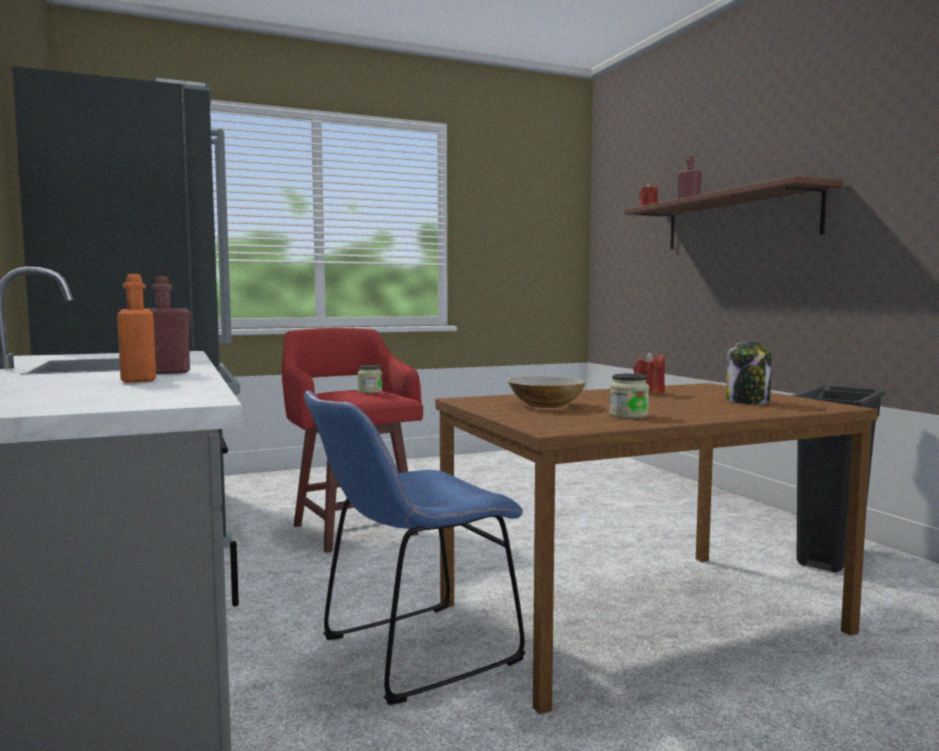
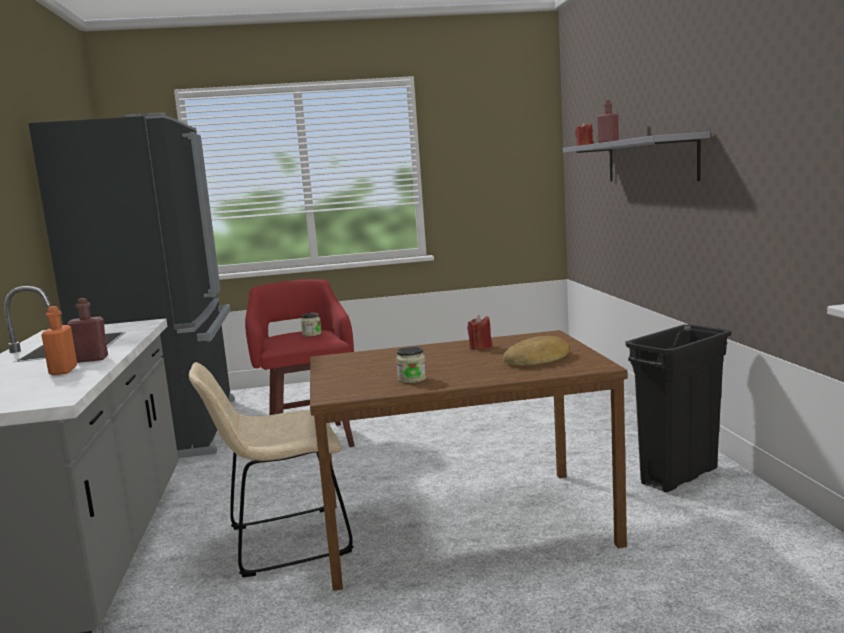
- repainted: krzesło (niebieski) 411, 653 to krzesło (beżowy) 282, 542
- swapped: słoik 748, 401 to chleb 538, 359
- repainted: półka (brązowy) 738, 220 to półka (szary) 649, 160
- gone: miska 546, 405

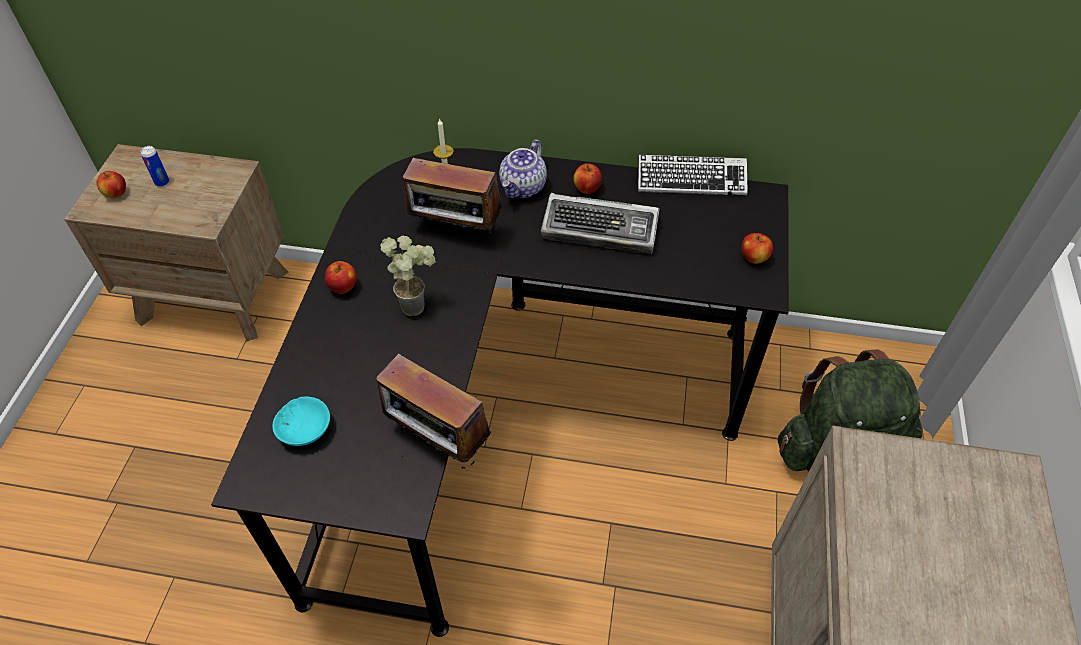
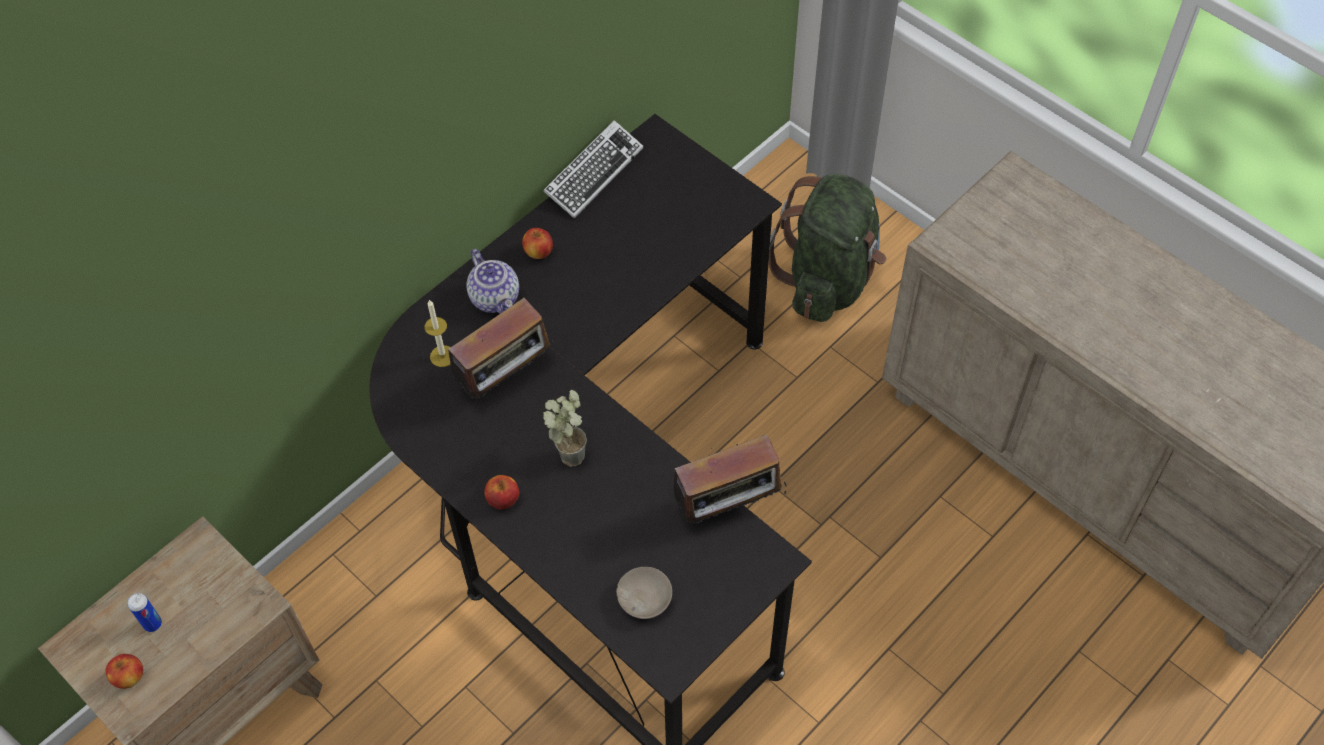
- repainted: miska (turkusowy) 305, 431 to miska (beżowy) 646, 599
- gone: klawiatura 601, 229
- gone: jabłko 754, 258

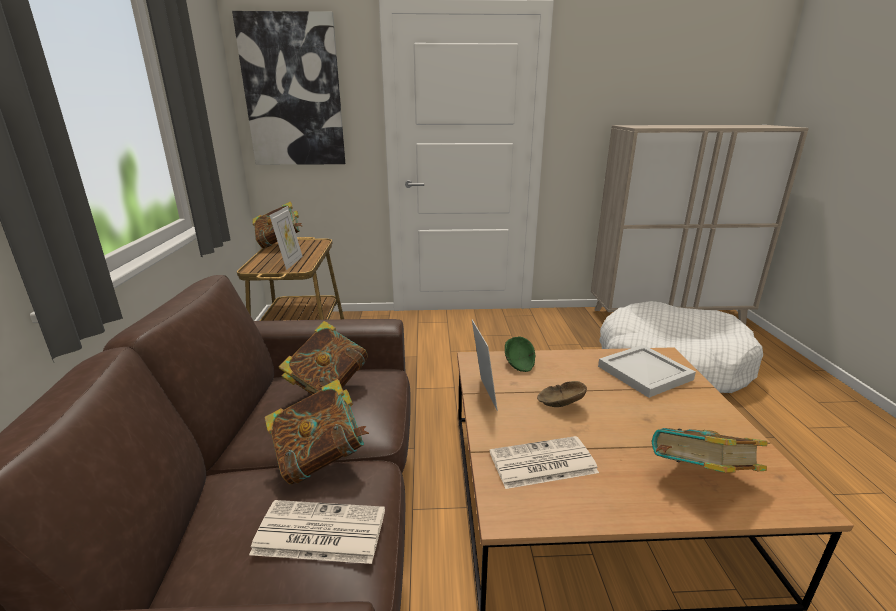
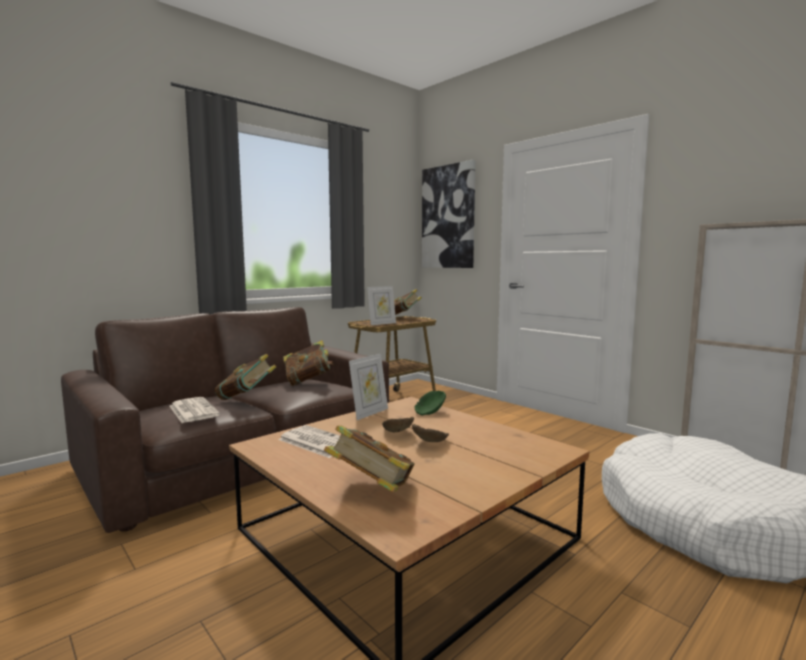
- new: miska (brązowy) 431, 442
- gone: taca (biały) 643, 372

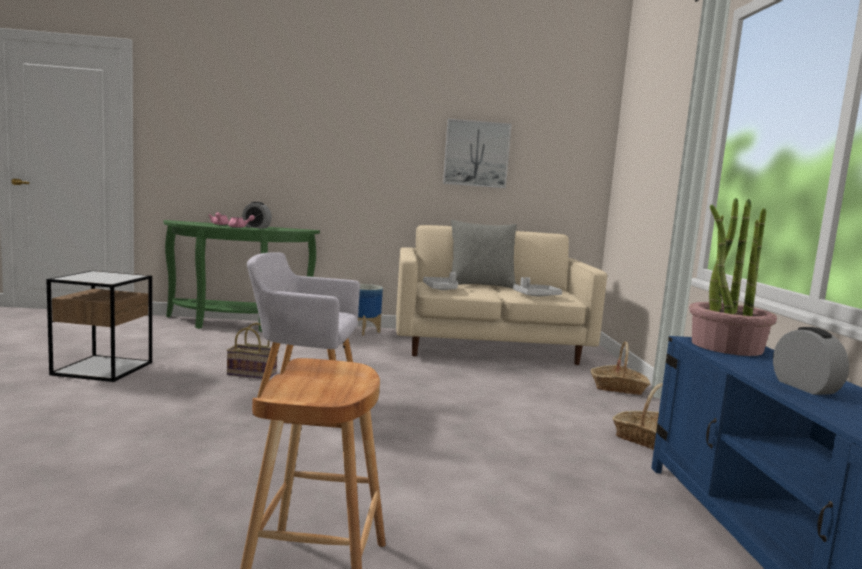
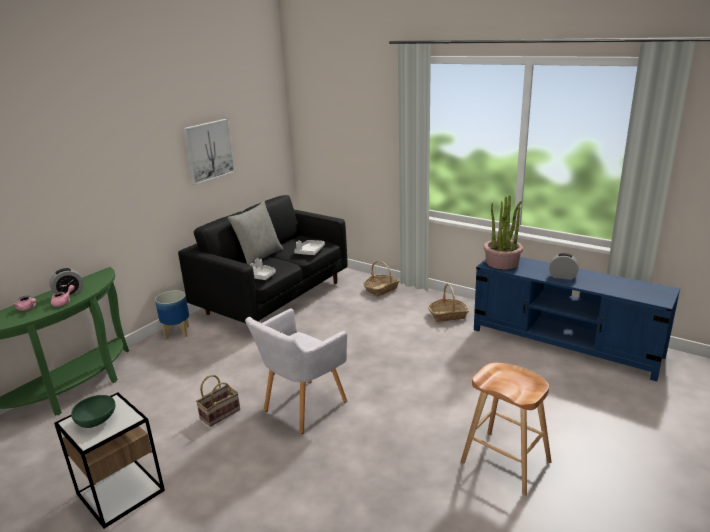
- new: miska (zielony) 97, 421
- repainted: kanapa (beżowy) 488, 348 to kanapa (czarny) 274, 298

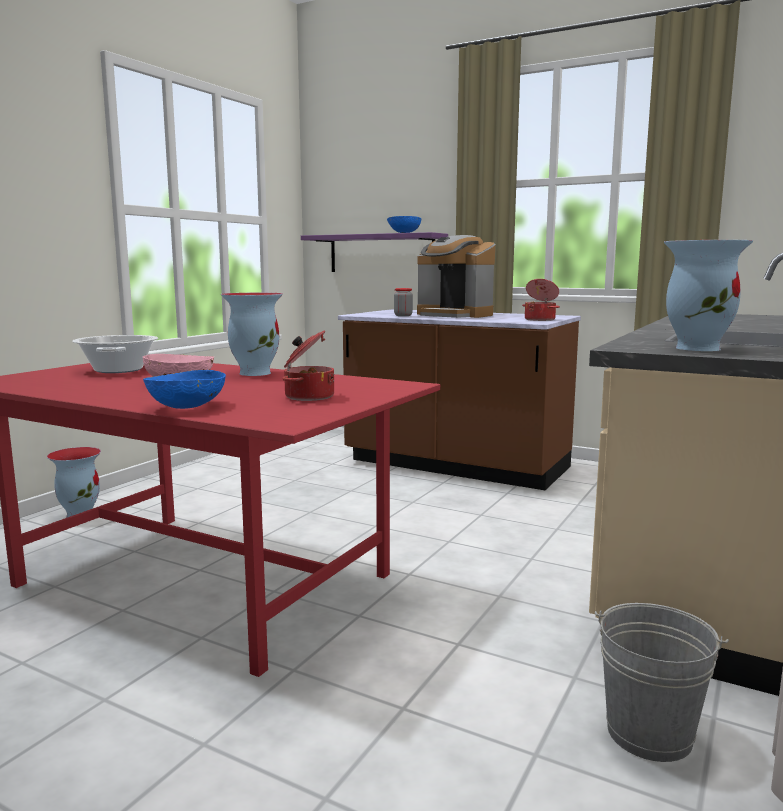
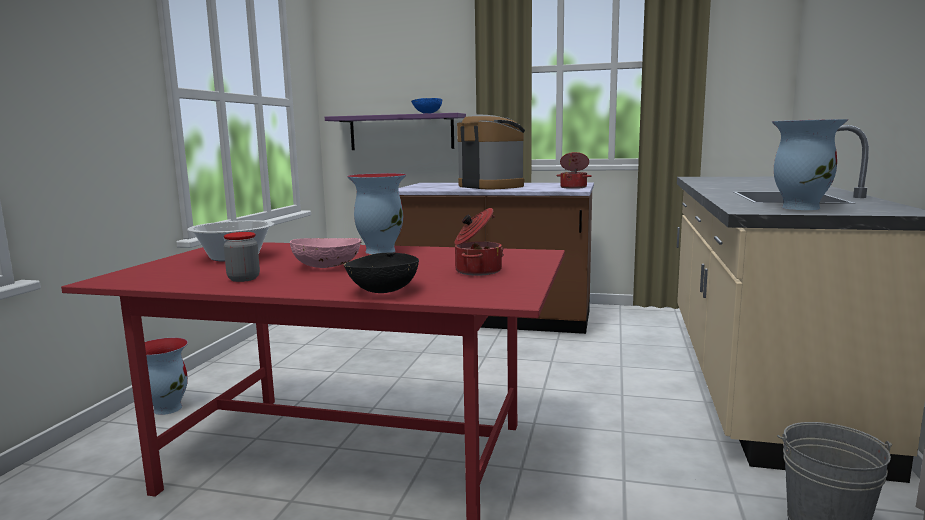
- shifted: słoik 403, 315 to 243, 279
- repainted: miska (niebieski) 187, 407 to miska (czarny) 383, 290
- rotated: ekspres do kawy 454, 315 = 491, 186 150 degrees counterclockwise

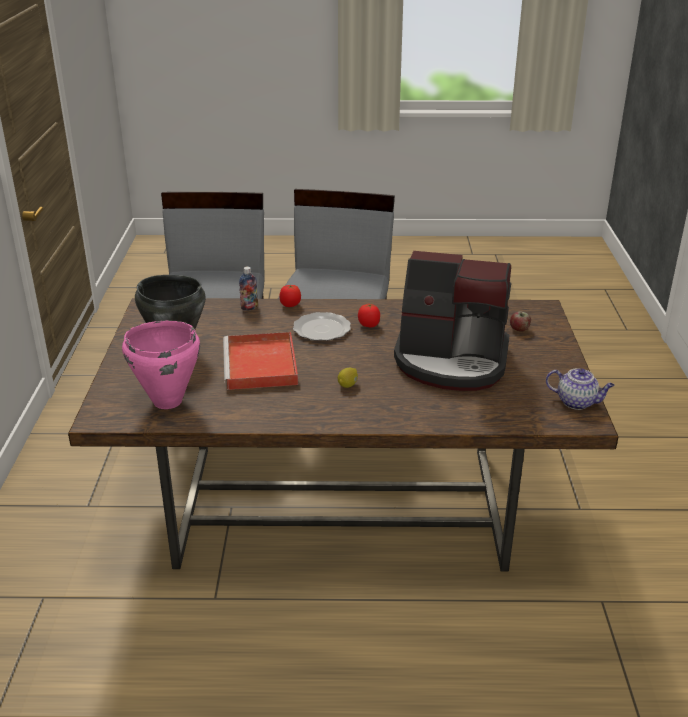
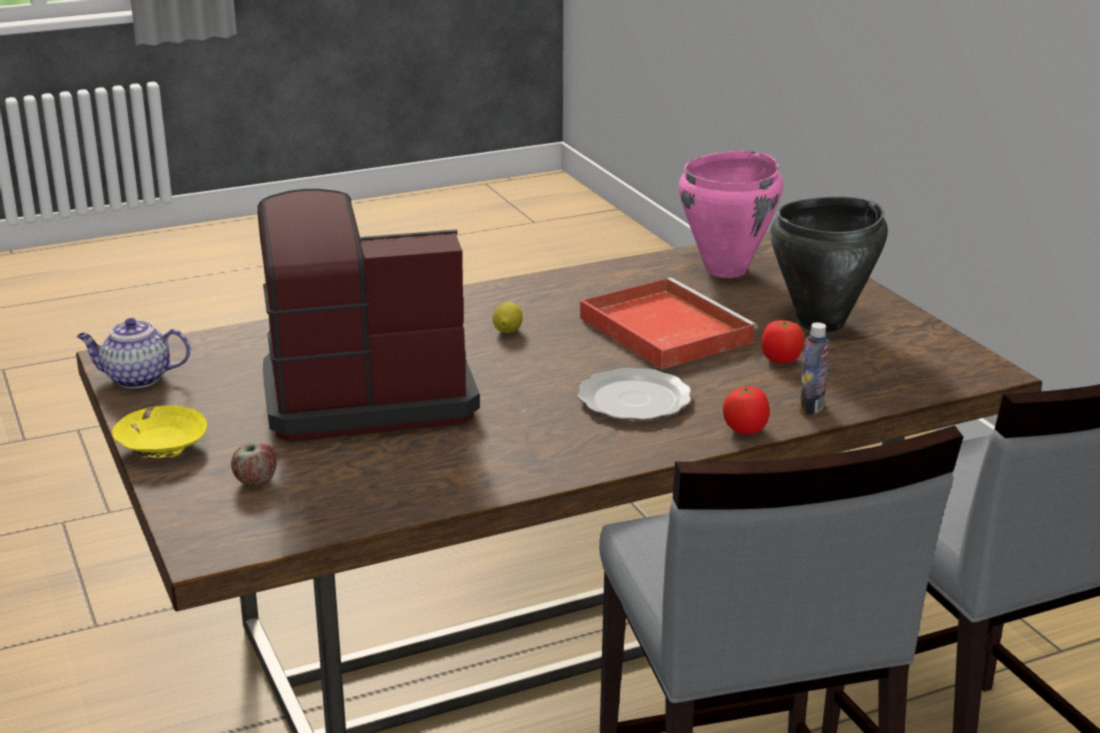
- new: miska (żółty) 161, 447
- shifted: pomidor 369, 325 to 781, 360

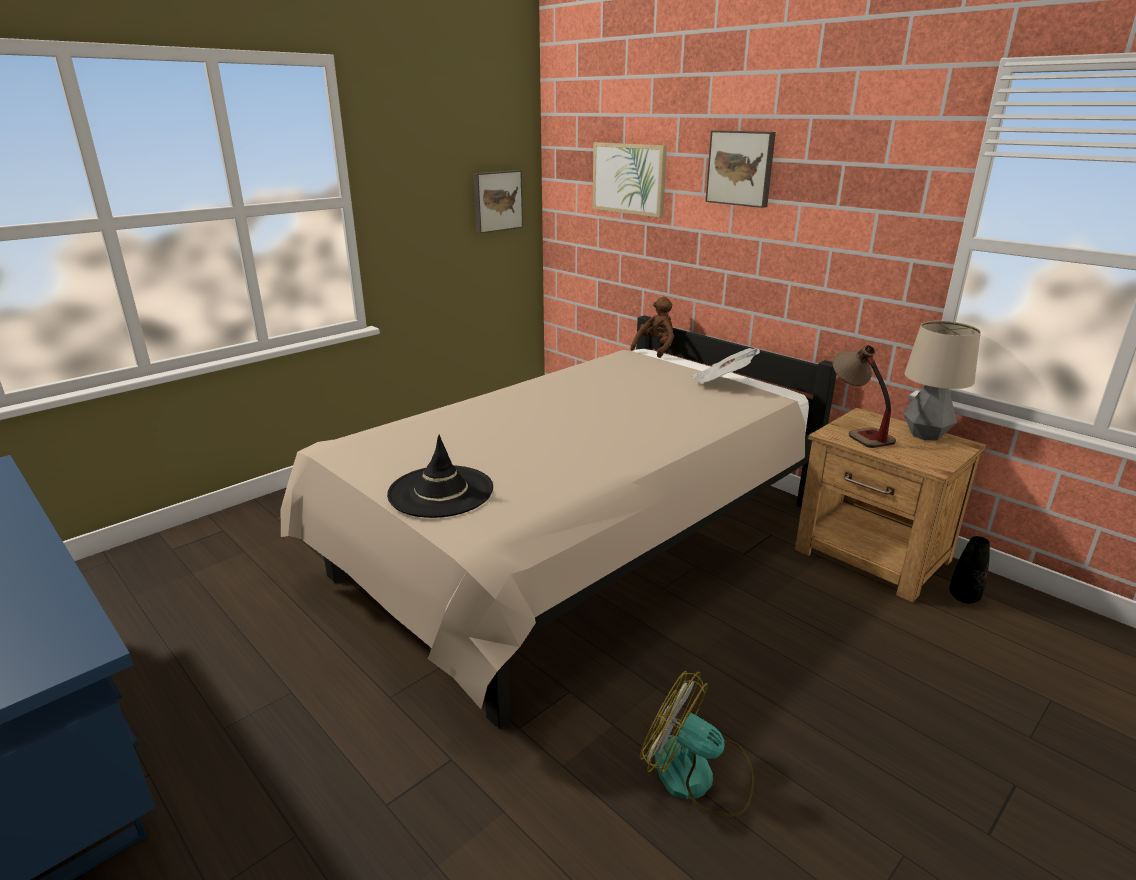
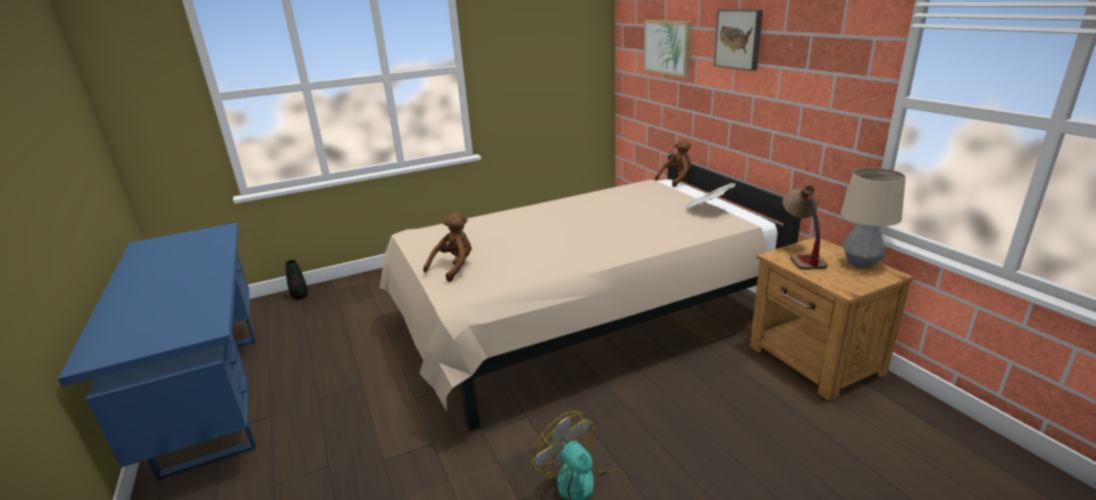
- shifted: wazon (czarny) 963, 597 to 300, 296
- swapped: kapelusz (czarny) 441, 492 to pluszak (brązowy) 454, 268
- gone: obraz 496, 201

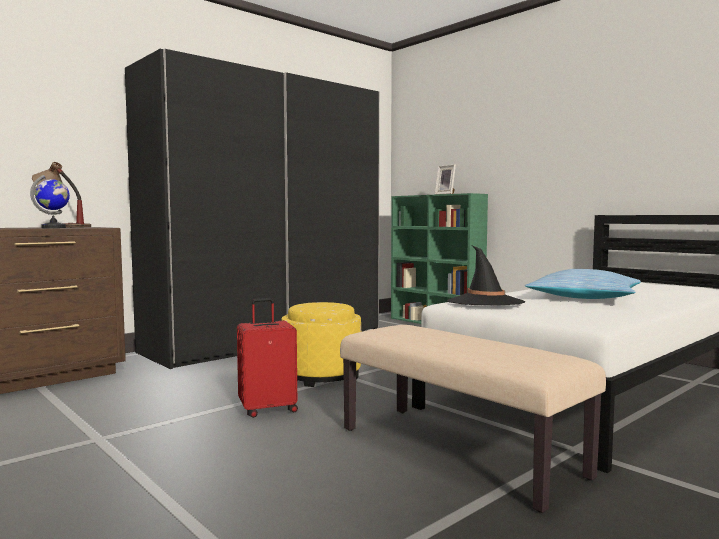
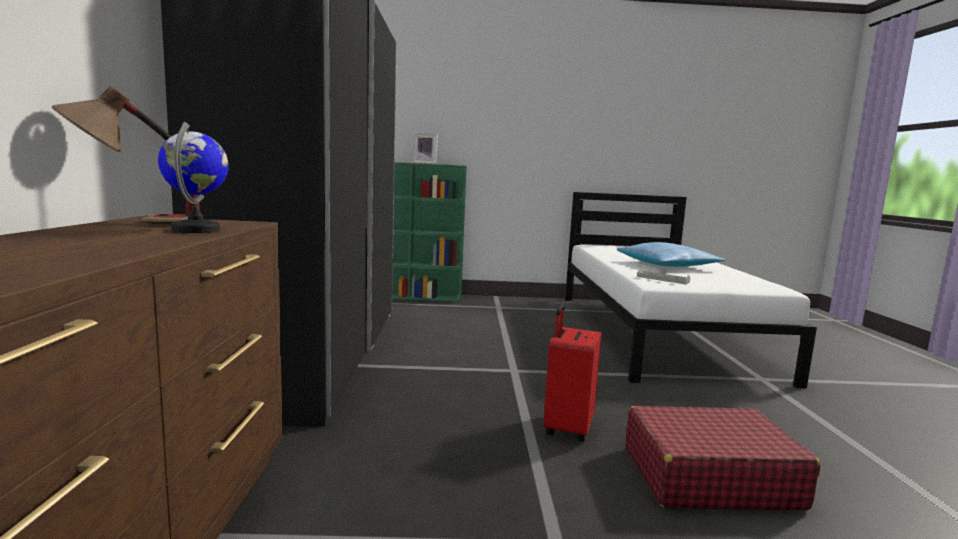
- new: walizka (czerwony) 708, 477
- swapped: kapelusz (czarny) 485, 302 to taca (szary) 662, 279
- gone: pufa (żółty) 321, 376
- gone: ławka (beżowy) 459, 451

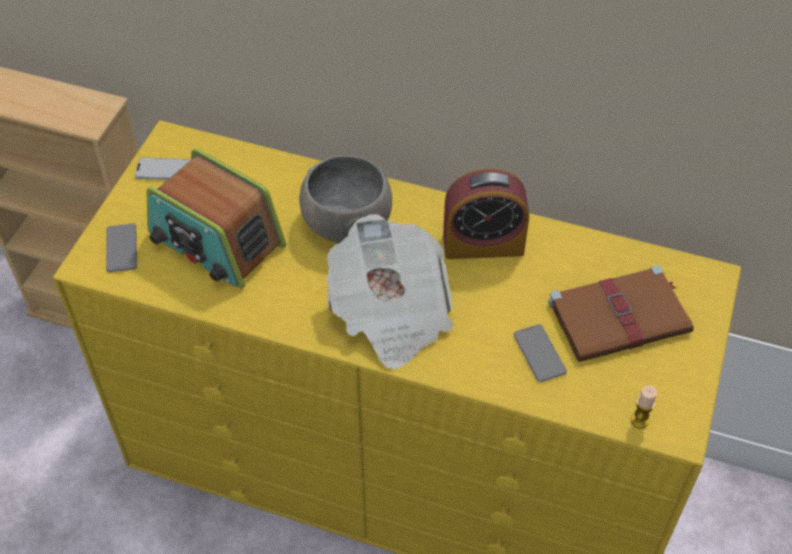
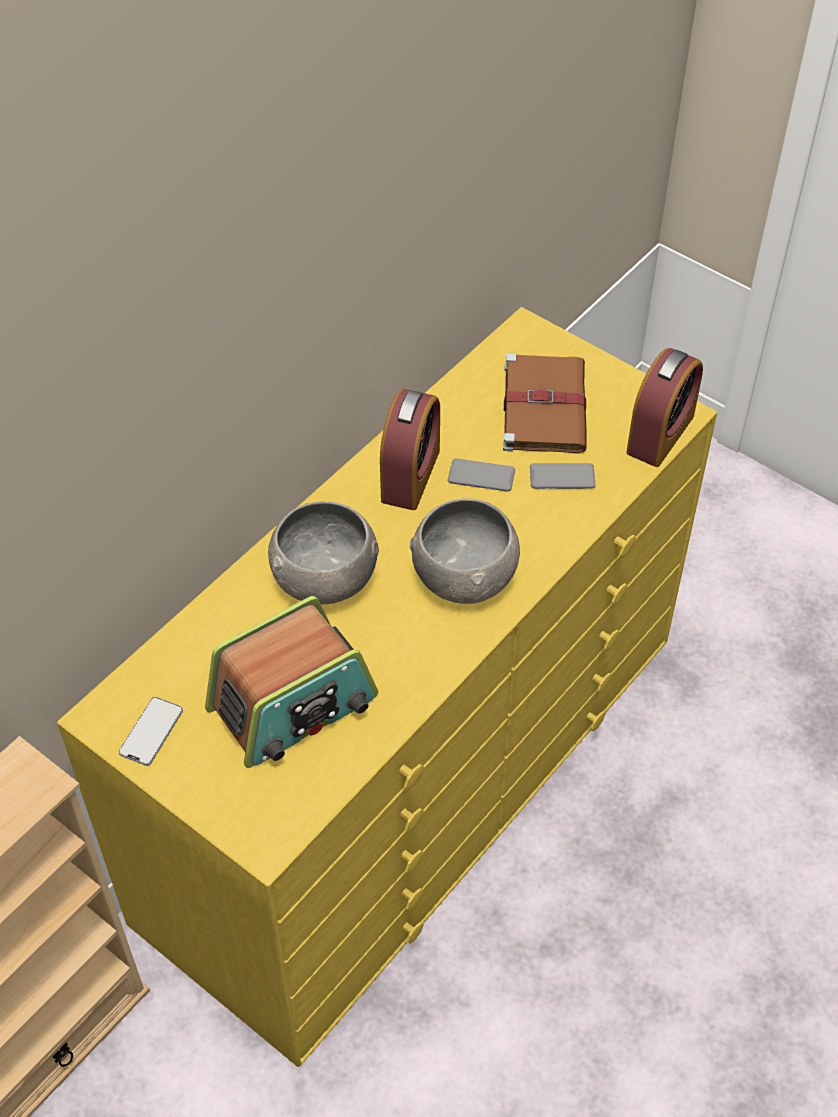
- swapped: gazeta 390, 313 to miska (szary) 465, 575
- shifted: telefon 122, 248 to 481, 476
- swapped: świeca 639, 420 to budzik 660, 434

